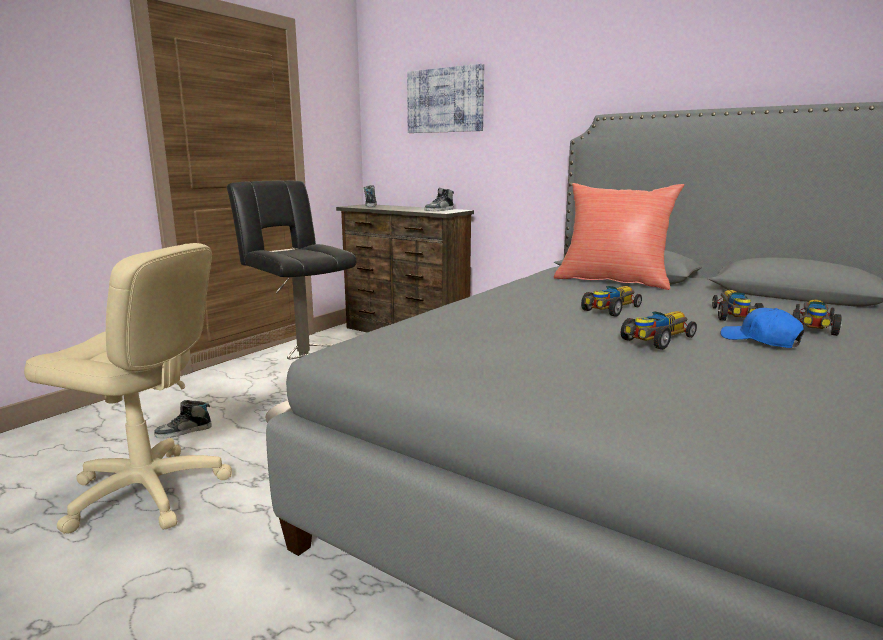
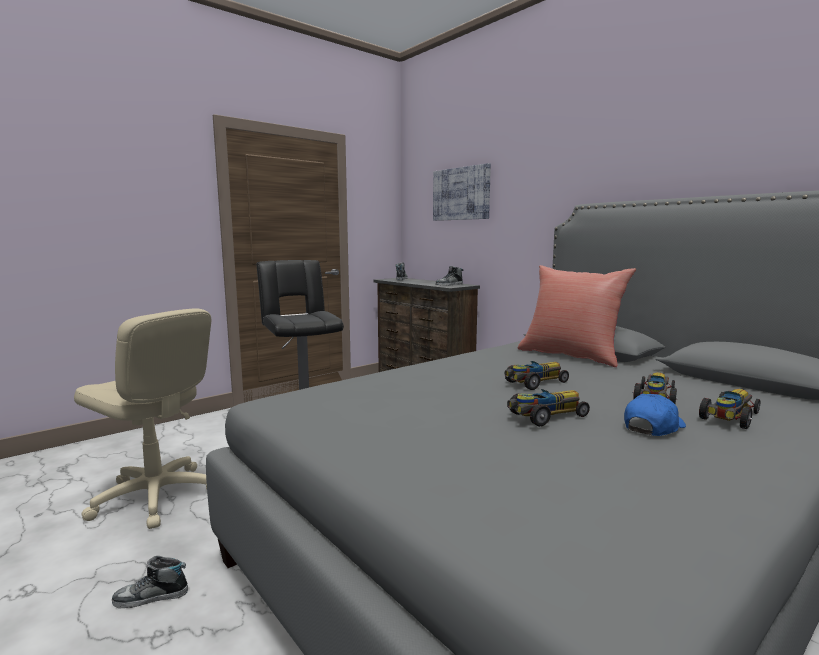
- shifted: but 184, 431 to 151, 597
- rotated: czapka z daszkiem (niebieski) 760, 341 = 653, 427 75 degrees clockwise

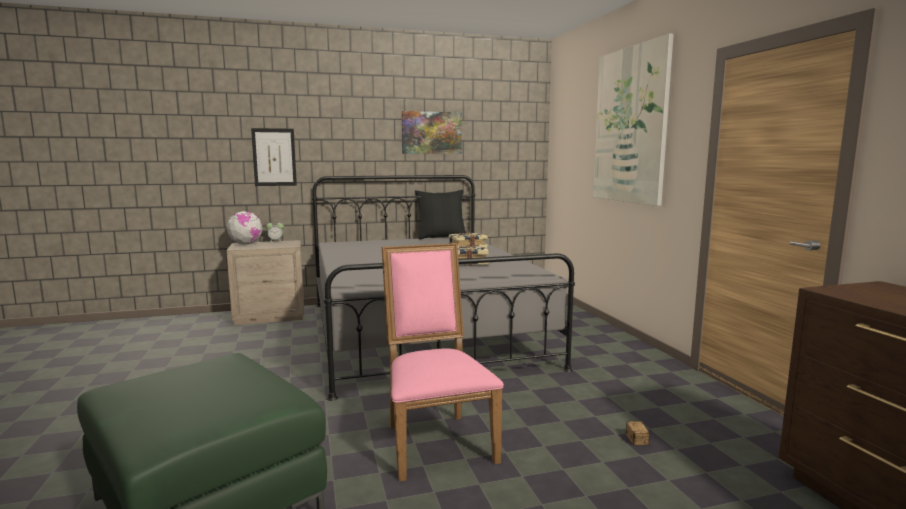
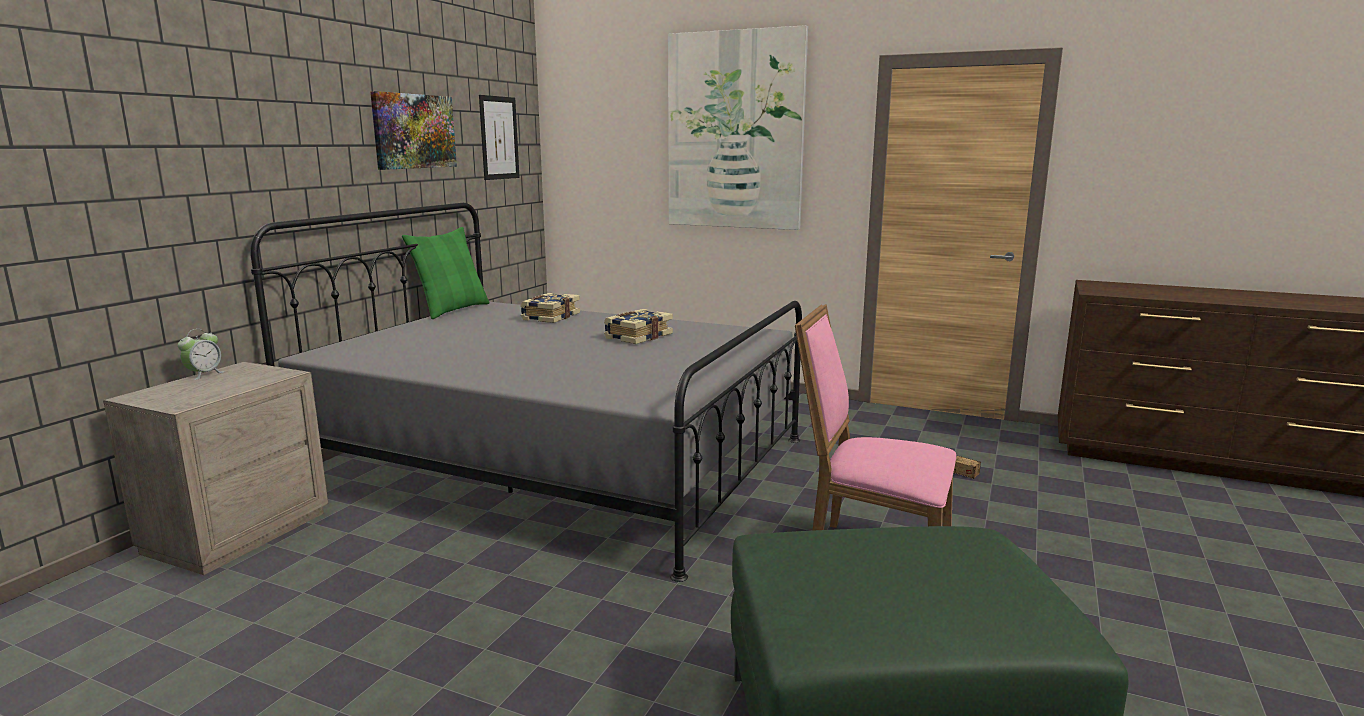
- repainted: poduszka (czarny) 441, 237 to poduszka (zielony) 452, 310
- shifted: obraz 274, 157 to 499, 138
- gone: globus 246, 244

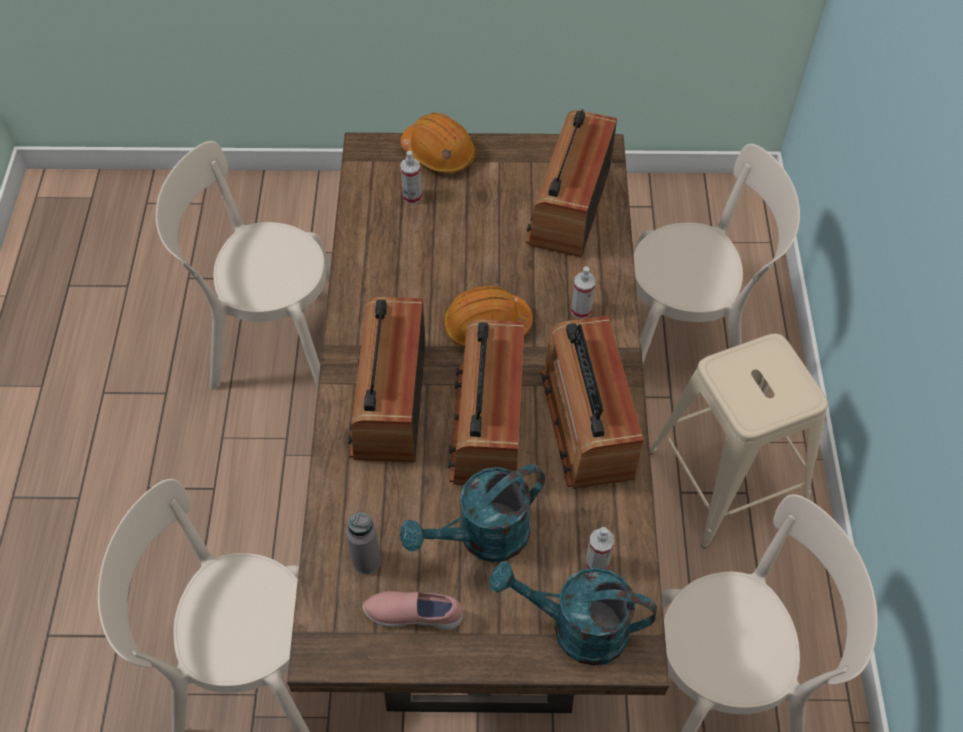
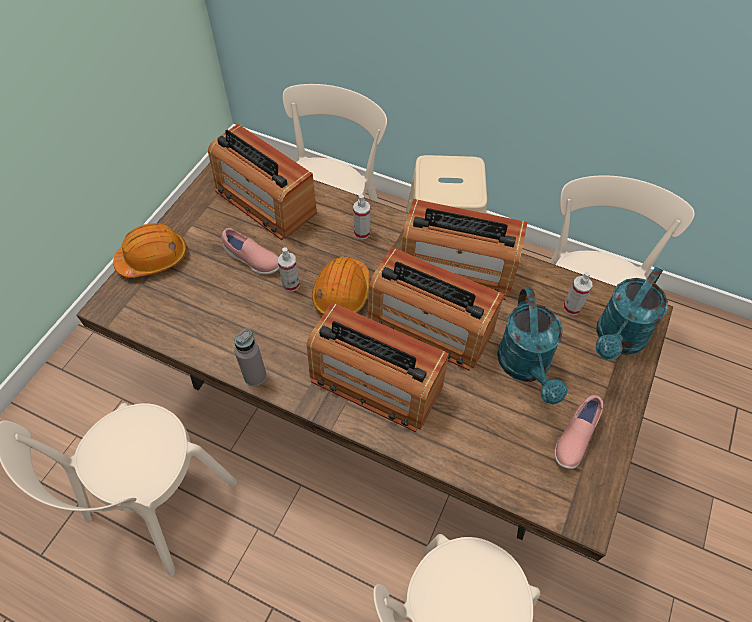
- new: but (różowy) 252, 260
- shifted: butelka (szary) 366, 561 to 255, 376
- shifted: spryskiwacz 412, 197 to 291, 284

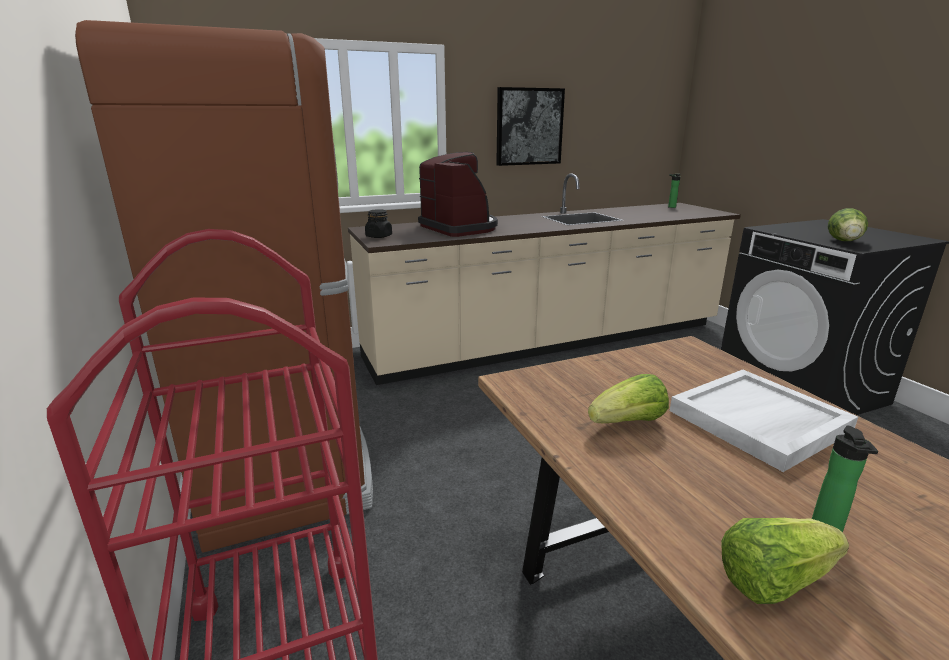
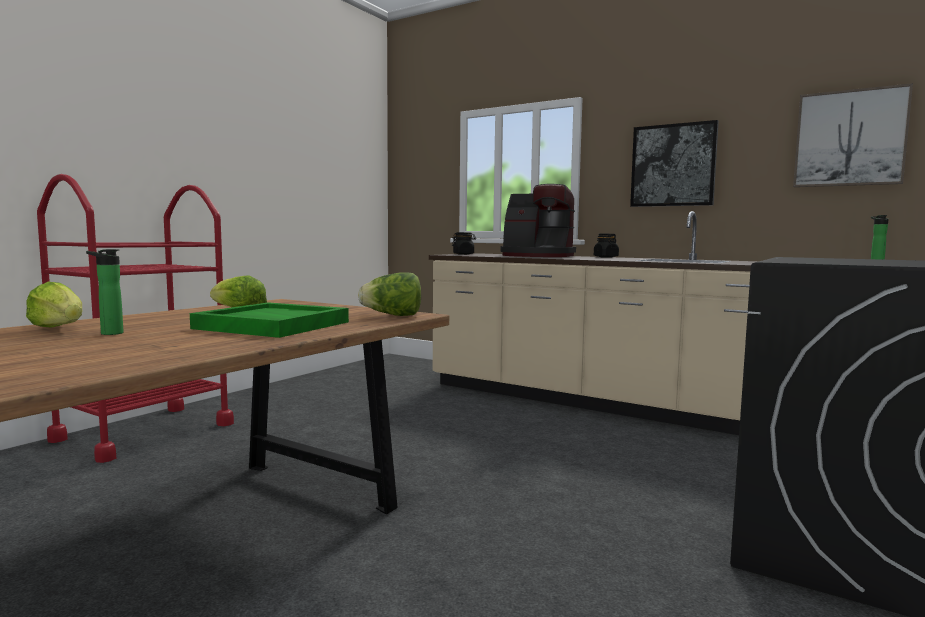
- repainted: taca (biały) 758, 422 to taca (zielony) 271, 325
- shifted: sałata 845, 242 to 393, 315
- rotated: ekspres do kawy 460, 228 = 537, 256 90 degrees clockwise
- new: słoik (czarny) 605, 257
- new: obraz 849, 138
- gone: lodówka (brązowy) 287, 461

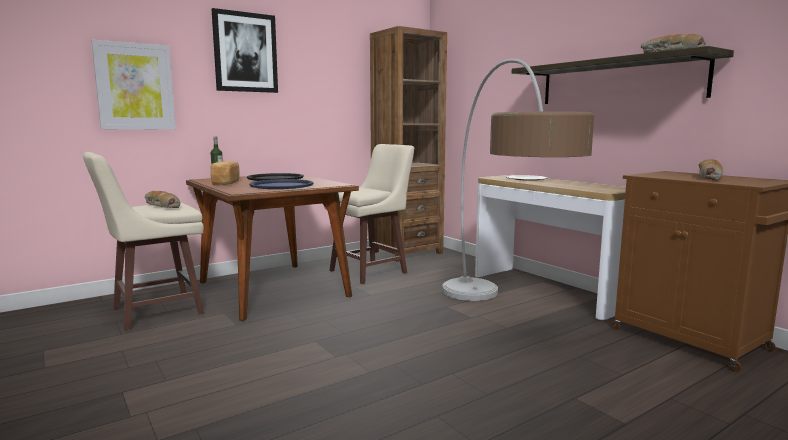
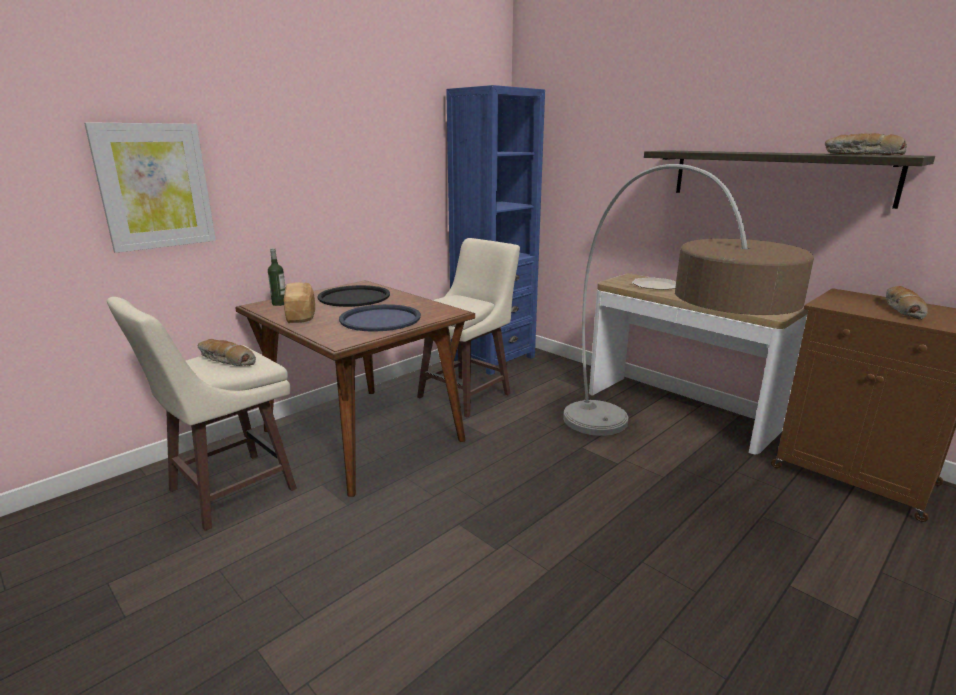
- repainted: regał (brązowy) 407, 252 to regał (niebieski) 493, 358
- gone: obraz 245, 52

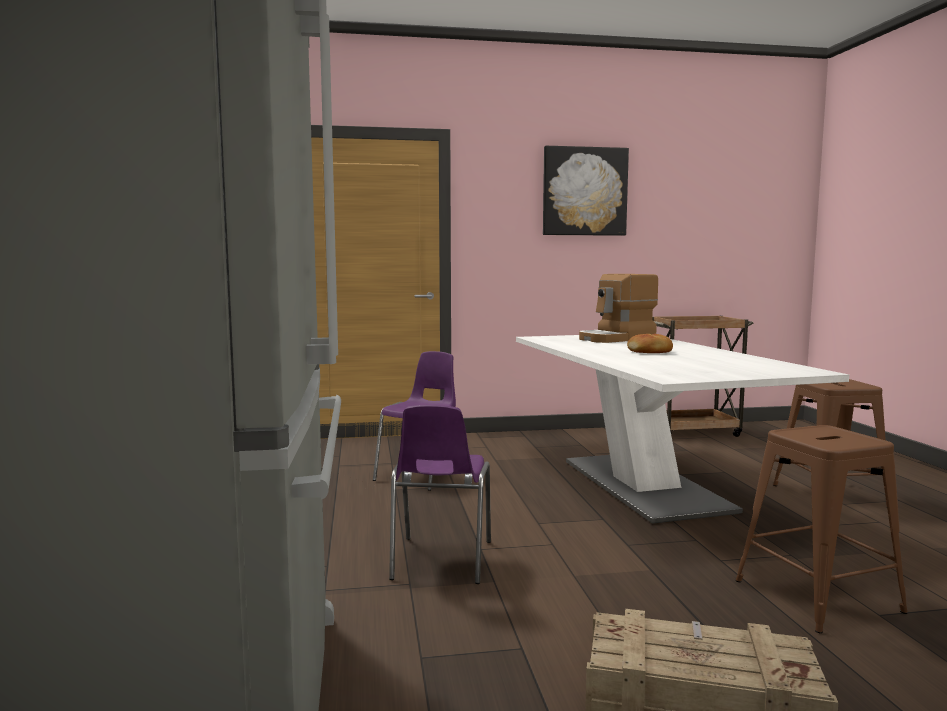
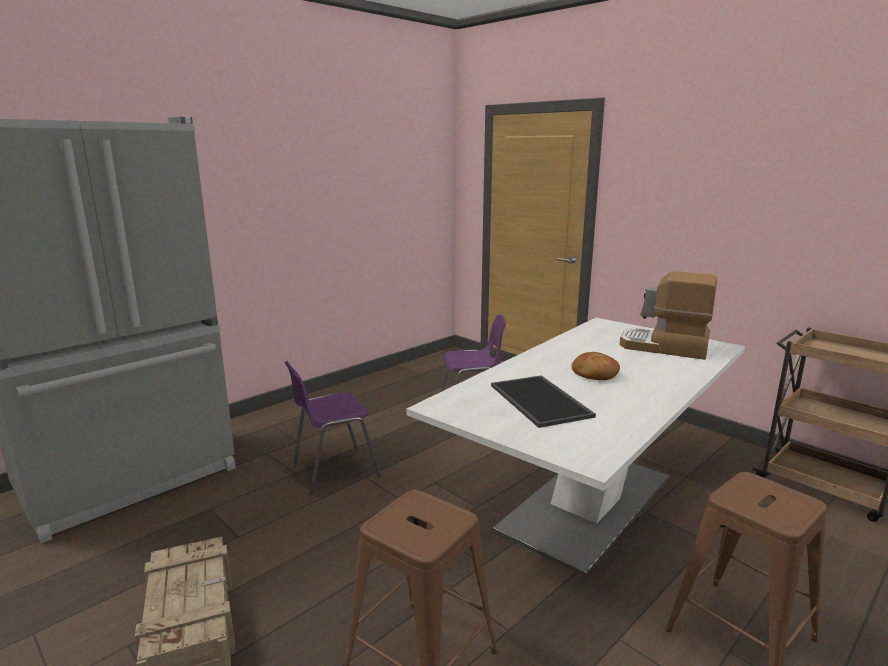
- new: taca 542, 401
- gone: obraz 584, 191

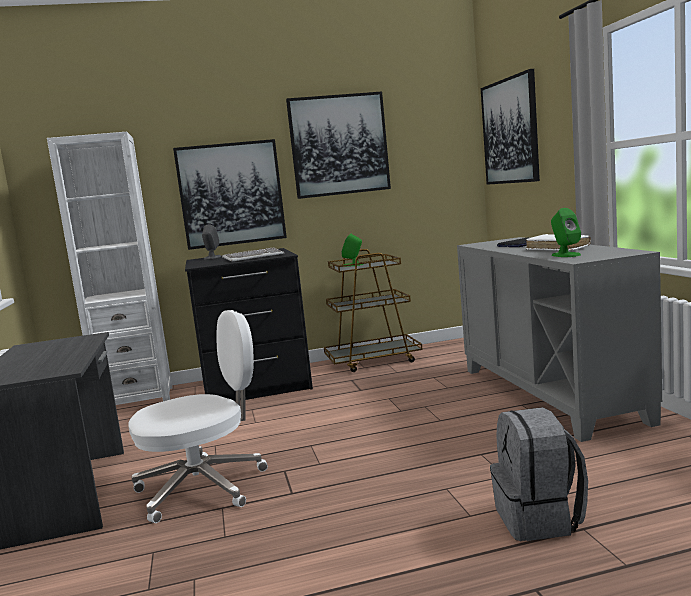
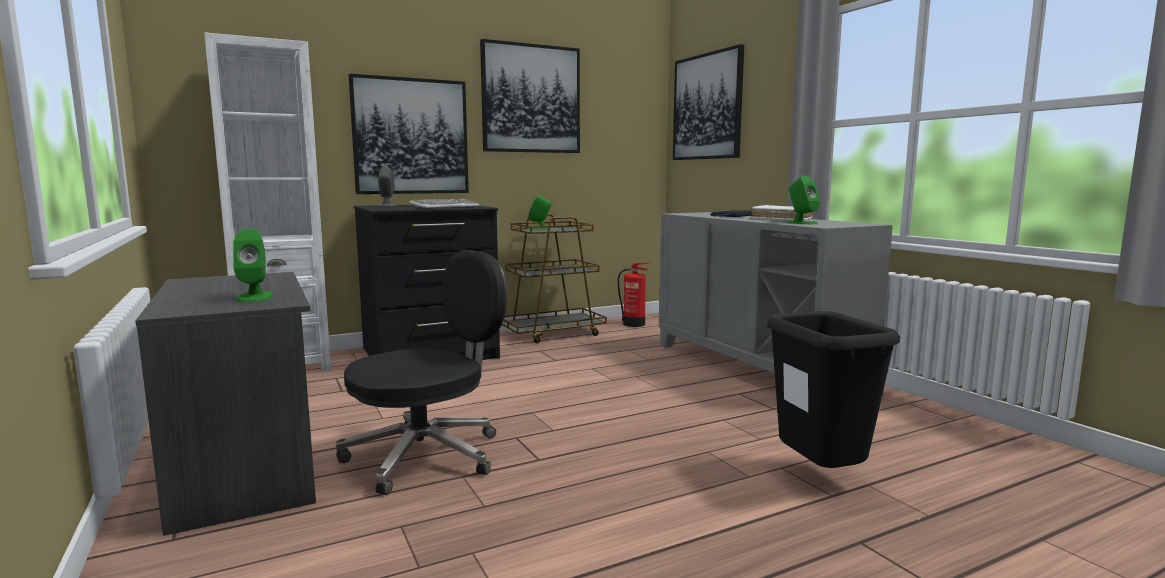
- new: głośnik (zielony) 254, 297
- repainted: krzesło biurowe (biały) 204, 487 to krzesło biurowe (czarny) 427, 455
- new: gaśnica 634, 324
- swapped: plecak (szary) 539, 519 to kosz na śmieci (czarny) 820, 478

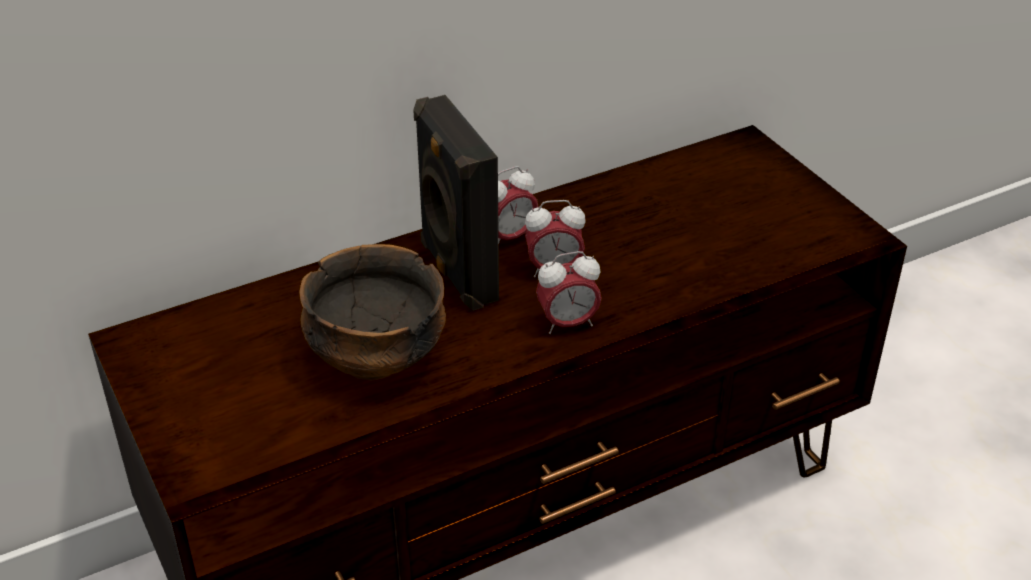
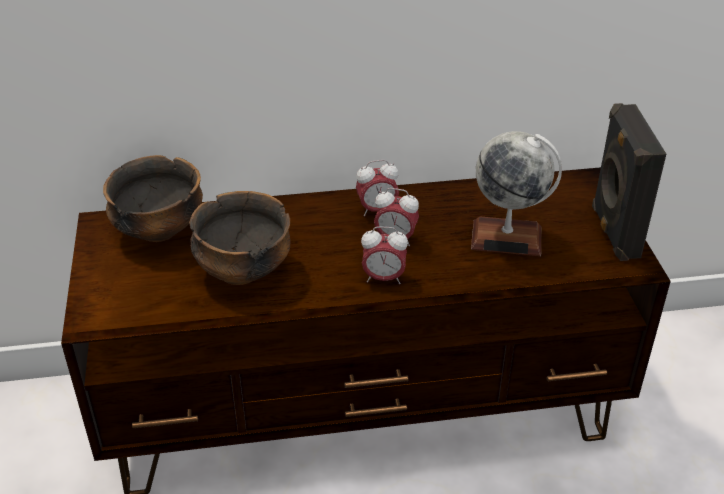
- new: miska 158, 230
- new: globus 506, 238
- shifted: głośnik (czarny) 456, 272 to 613, 232

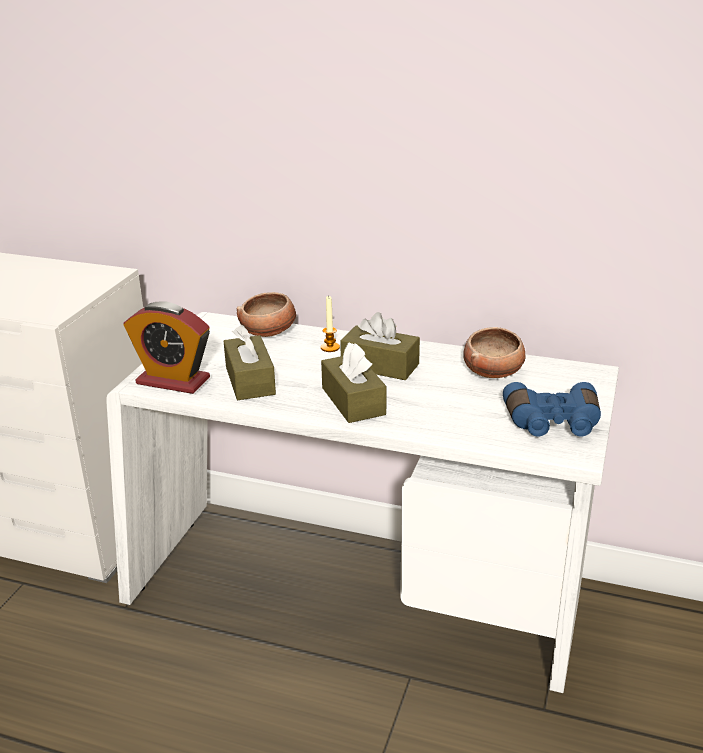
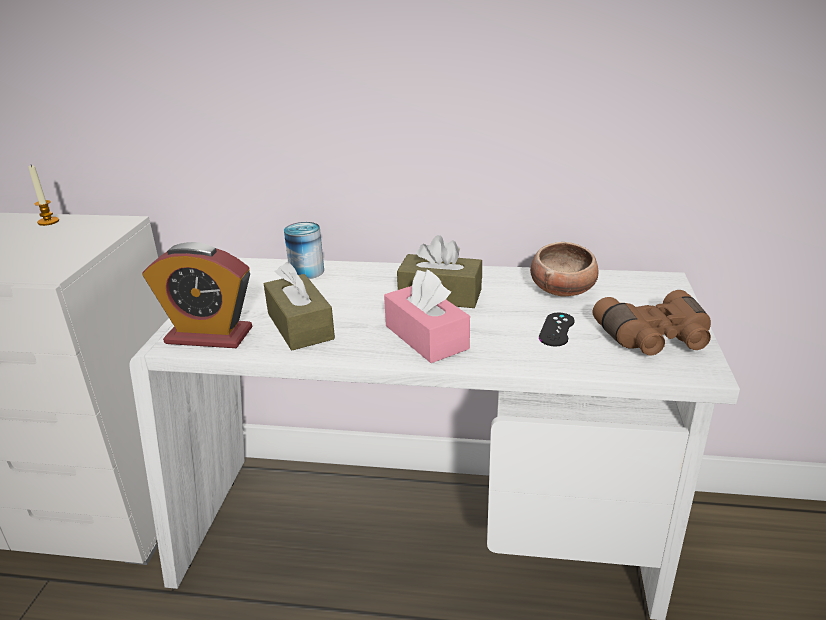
- shifted: świeca 330, 347 to 48, 222
- swapped: miska 269, 332 to puszka 306, 271
- repainted: pudełko chusteczek (brązowy) 353, 401 to pudełko chusteczek (różowy) 426, 337
- new: pad do gier (czarny) 556, 329
- repainted: lornetka (niebieski) 552, 424 to lornetka (brązowy) 655, 339

